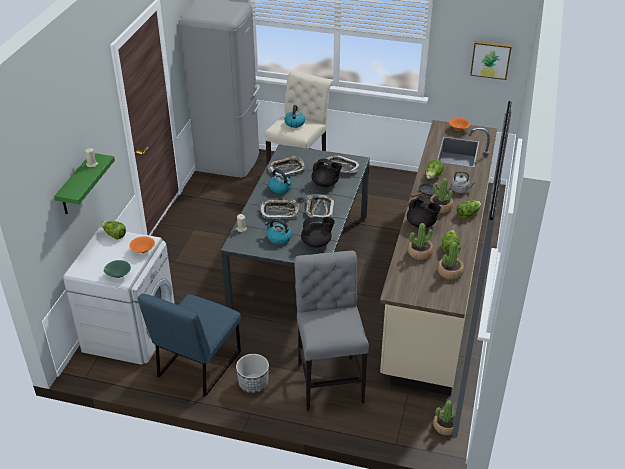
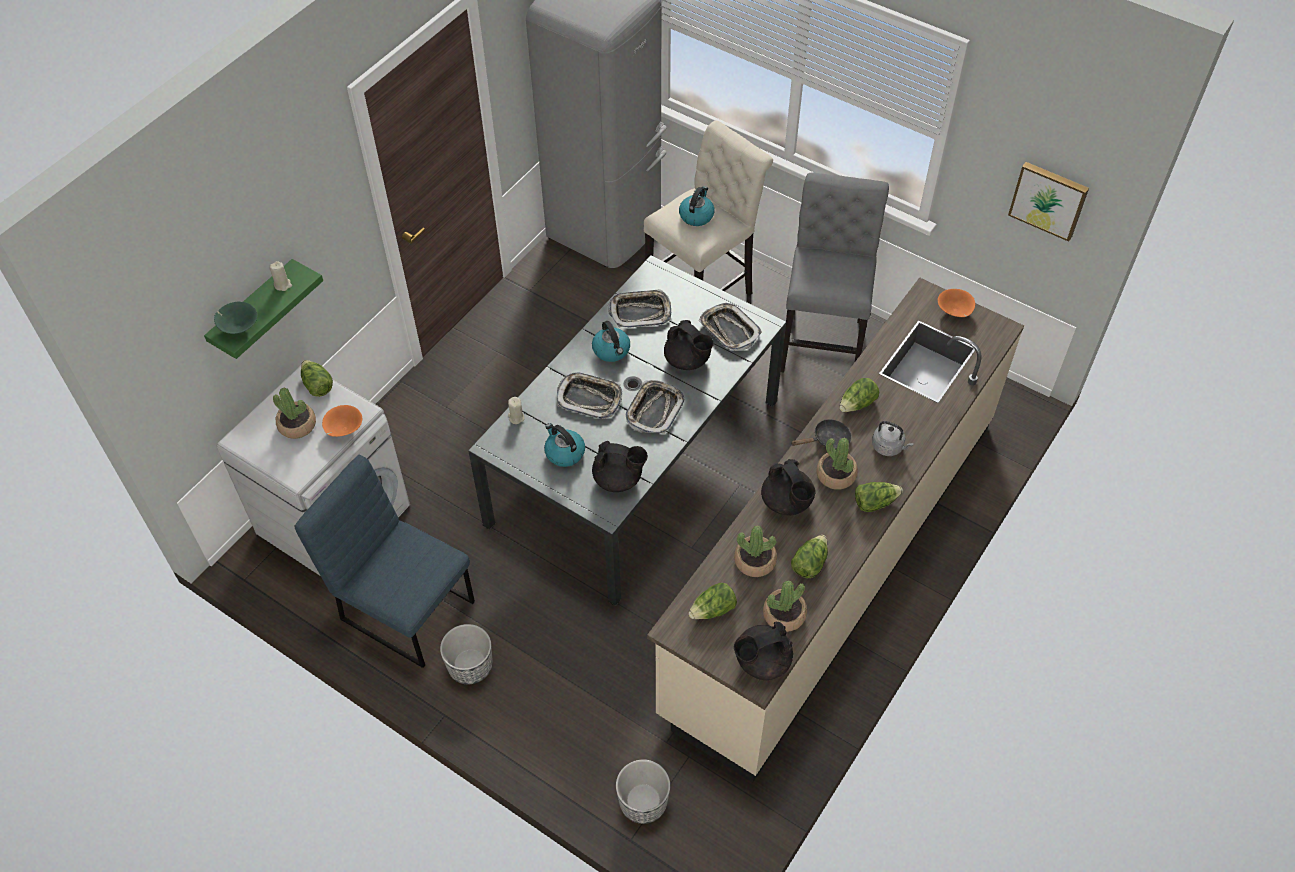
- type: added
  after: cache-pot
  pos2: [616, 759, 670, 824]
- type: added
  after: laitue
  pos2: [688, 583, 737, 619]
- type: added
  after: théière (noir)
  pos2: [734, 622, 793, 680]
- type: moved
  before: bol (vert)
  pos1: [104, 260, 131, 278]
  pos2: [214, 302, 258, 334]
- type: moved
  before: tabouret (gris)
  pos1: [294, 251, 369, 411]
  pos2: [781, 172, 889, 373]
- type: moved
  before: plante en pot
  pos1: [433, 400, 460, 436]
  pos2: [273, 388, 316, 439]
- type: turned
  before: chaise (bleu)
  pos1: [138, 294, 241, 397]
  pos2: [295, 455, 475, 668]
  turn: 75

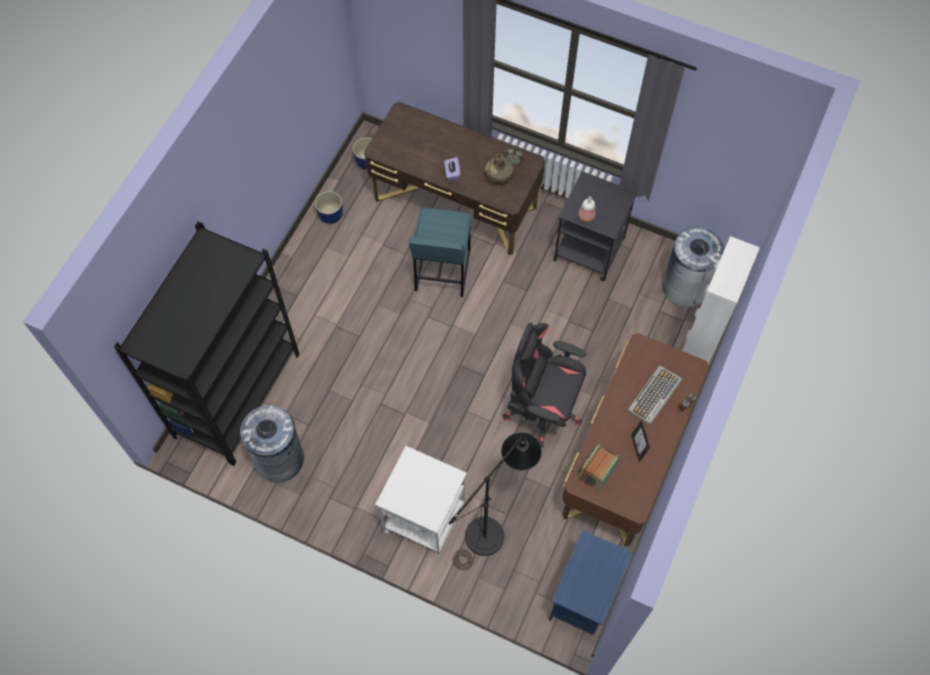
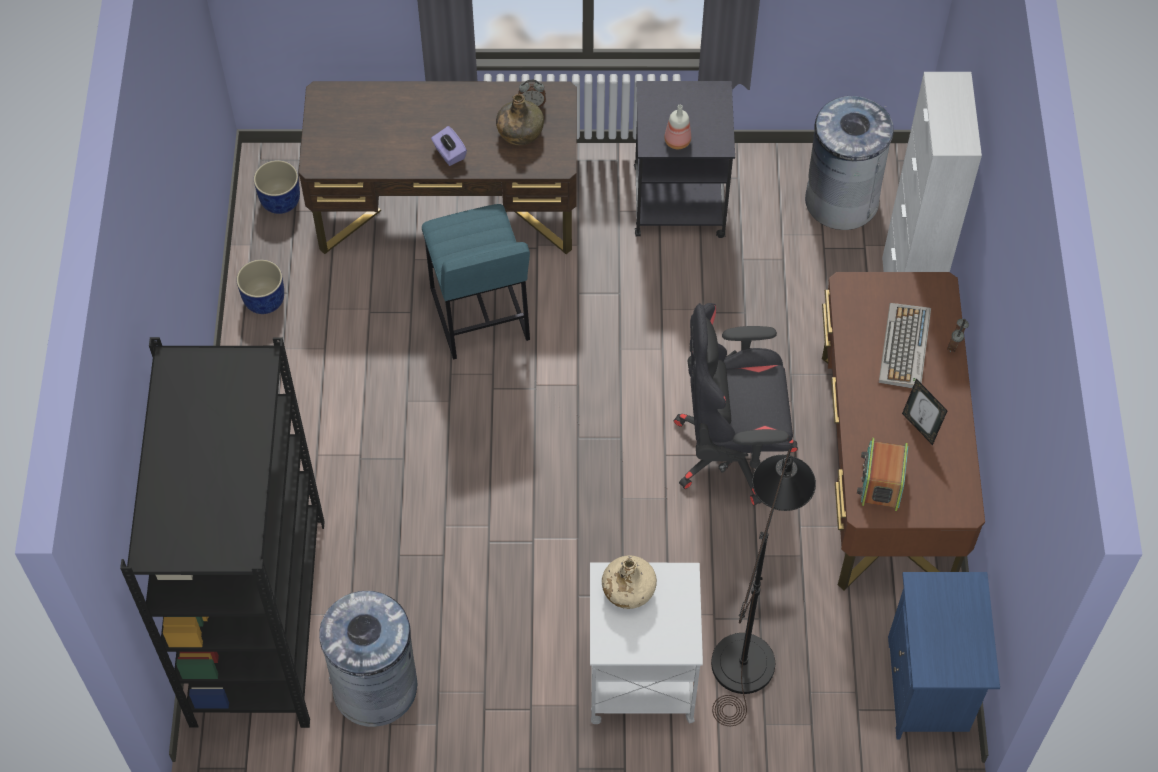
- type: added
  after: bouteille (beige)
  pos2: [602, 555, 657, 609]

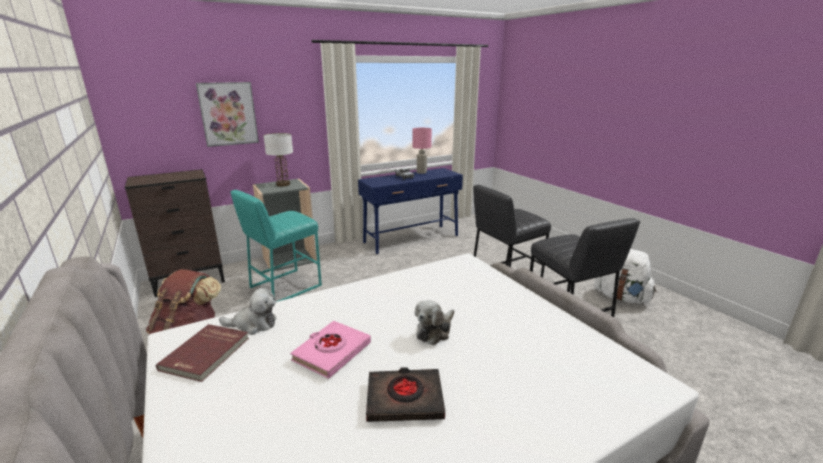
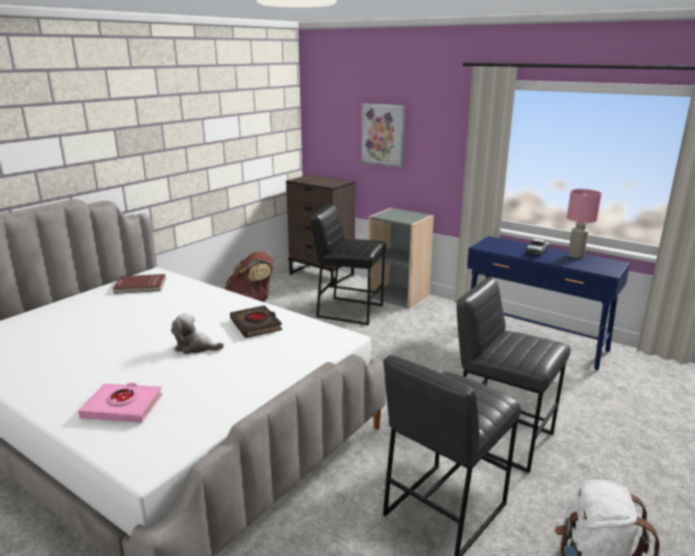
- type: removed
  before: peluche
  pos1: [219, 288, 277, 335]
- type: removed
  before: lampe de table
  pos1: [264, 133, 293, 186]
- type: moved
  before: livre (rose)
  pos1: [290, 321, 371, 379]
  pos2: [78, 383, 163, 423]
- type: moved
  before: livre (noir)
  pos1: [366, 367, 445, 422]
  pos2: [230, 305, 282, 338]
- type: recoloured
  before: tabouret (turquoise)
  after: tabouret (noir)
  pos1: [230, 190, 322, 302]
  pos2: [311, 204, 386, 325]

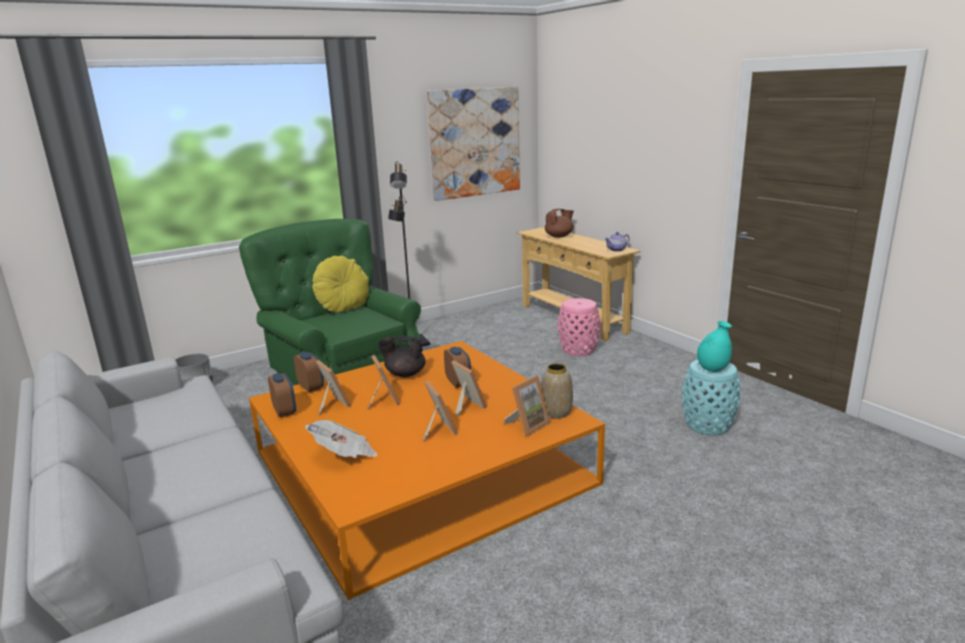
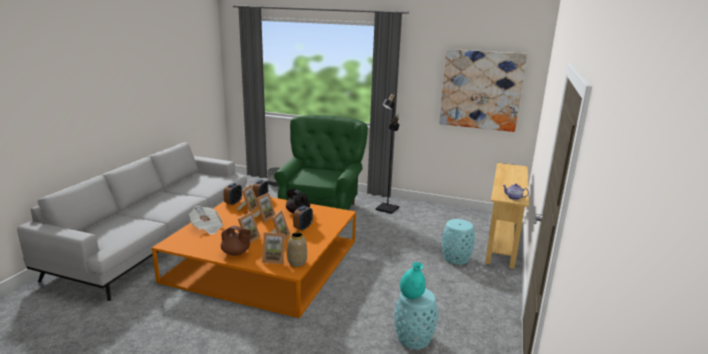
- type: removed
  before: coussin (jaune)
  pos1: [312, 256, 369, 313]
- type: moved
  before: théière (marron)
  pos1: [545, 209, 574, 238]
  pos2: [221, 226, 252, 256]
- type: recoloured
  before: tabouret (rose)
  after: tabouret (turquoise)
  pos1: [558, 298, 600, 356]
  pos2: [442, 219, 475, 265]

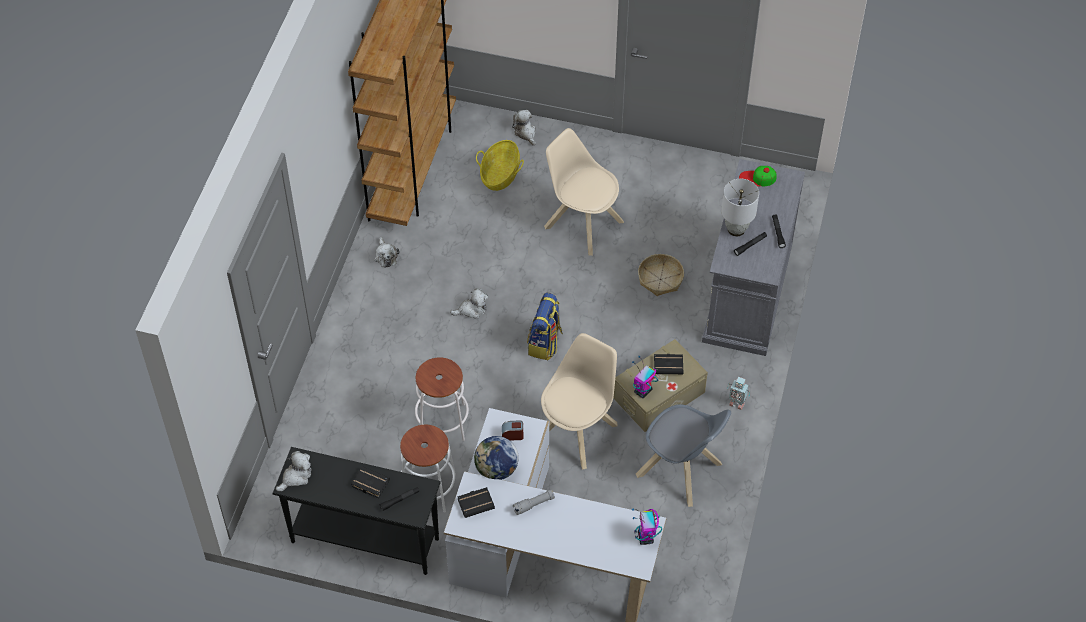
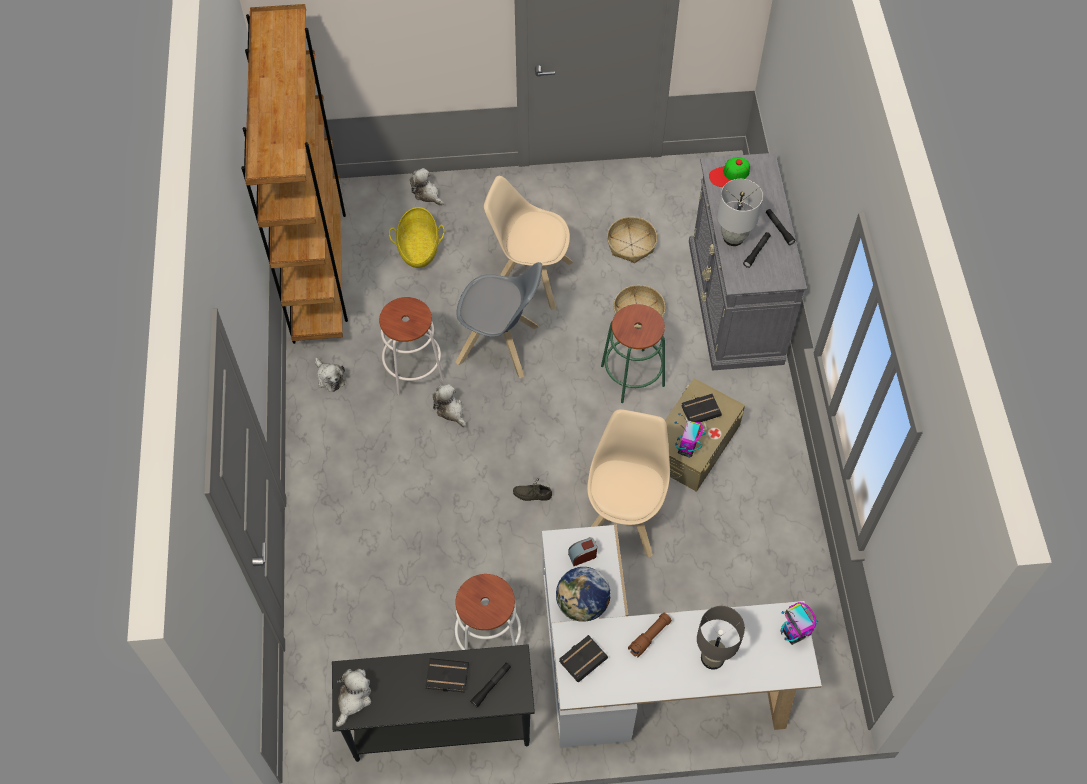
- type: removed
  before: sac à dos
  pos1: [527, 293, 563, 360]
- type: removed
  before: robot jouet
  pos1: [728, 376, 750, 410]
- type: added
  after: chaussure (gris)
  pos2: [513, 478, 552, 501]
- type: added
  after: tabouret (vert)
  pos2: [601, 304, 665, 403]
- type: added
  after: panier
  pos2: [607, 217, 657, 263]
- type: added
  after: lampe de table (gris)
  pos2: [697, 606, 745, 670]
- type: moved
  before: tabouret (blanc)
  pos1: [415, 357, 469, 441]
  pos2: [379, 297, 444, 395]
- type: moved
  before: chaise (gris)
  pos1: [636, 404, 731, 507]
  pos2: [455, 262, 542, 378]
- type: recoloured
  before: lampe de poche (gris)
  after: lampe de poche (marron)
  pos1: [513, 490, 555, 515]
  pos2: [628, 613, 672, 657]
- type: turned
  before: peluche
  pos1: [450, 288, 488, 319]
  pos2: [433, 384, 466, 427]
  turn: -90

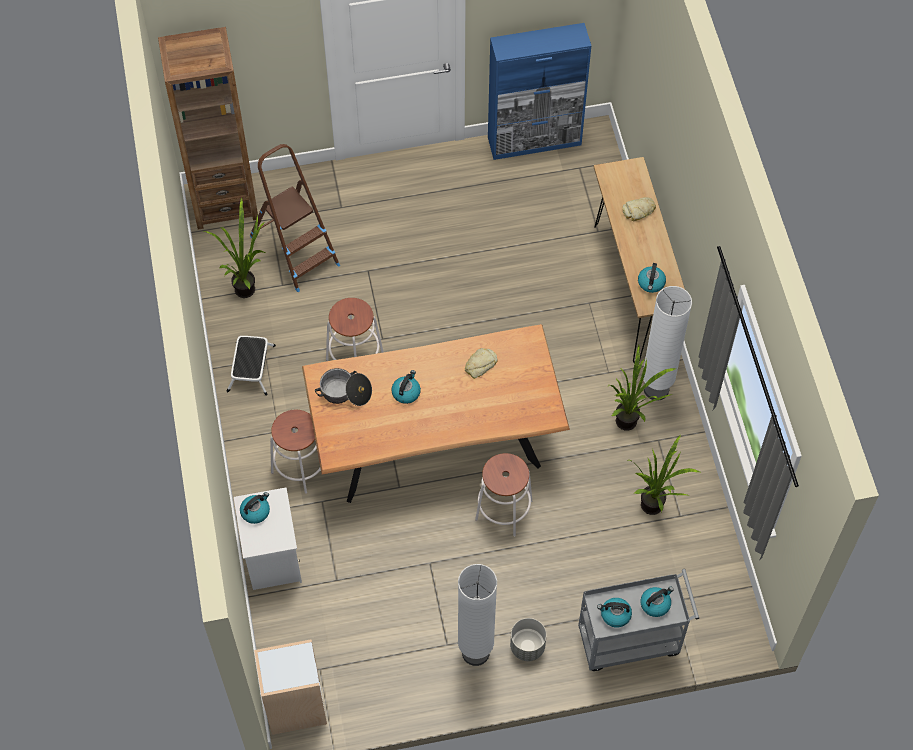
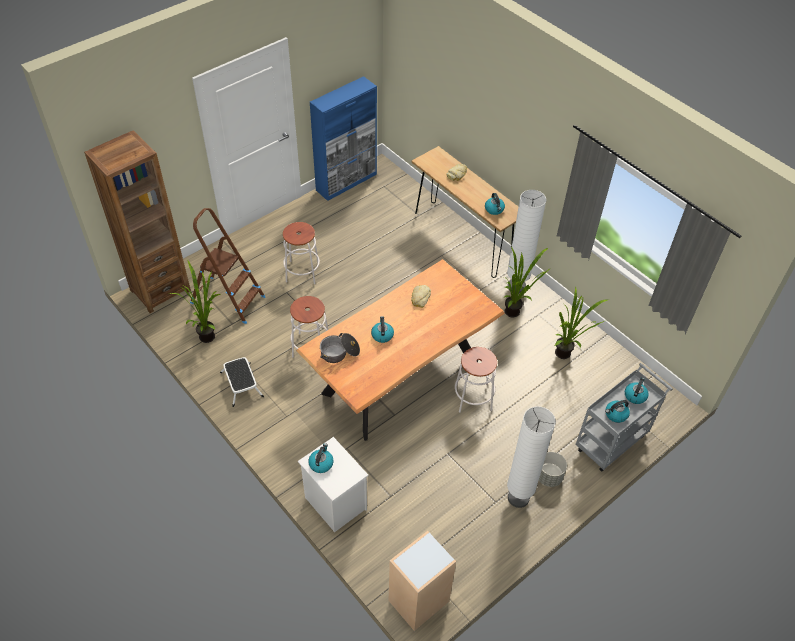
- type: moved
  before: tabouret (blanc)
  pos1: [270, 410, 321, 494]
  pos2: [283, 222, 320, 284]

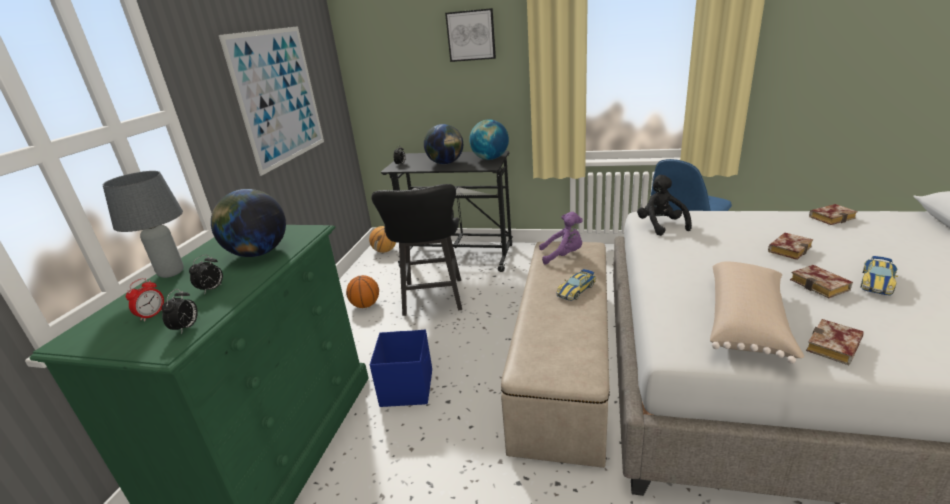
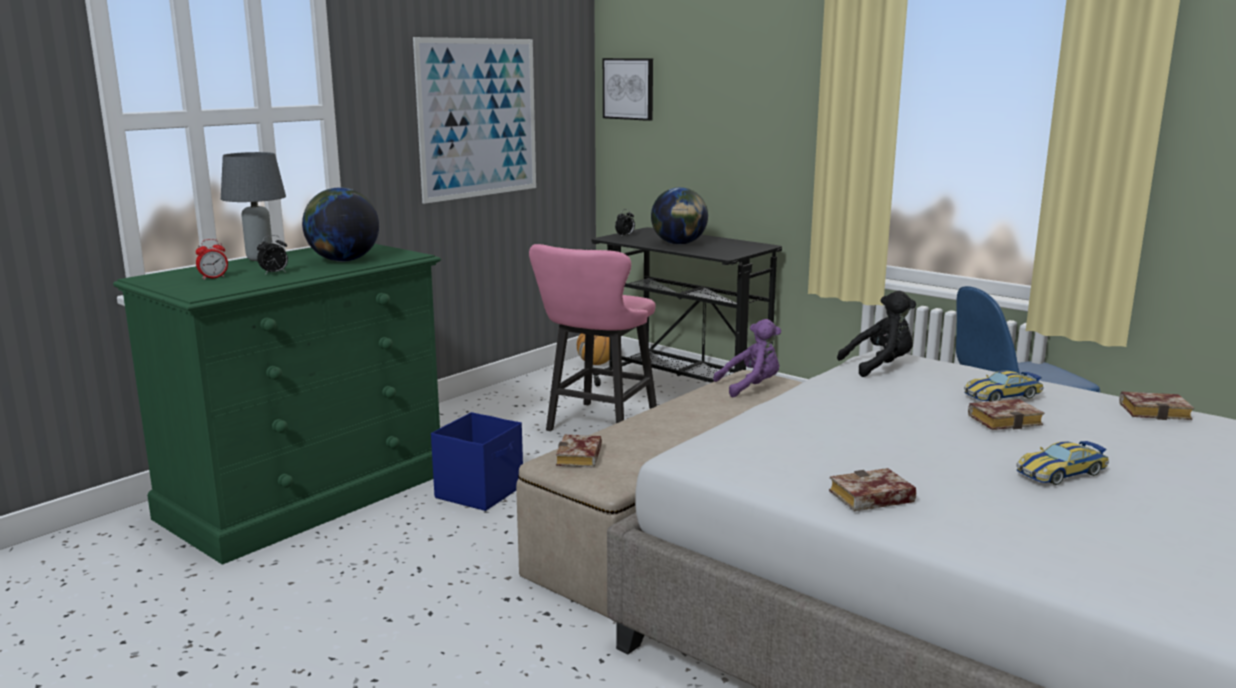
- type: removed
  before: réveil
  pos1: [162, 289, 198, 334]
- type: removed
  before: ballon de basket
  pos1: [346, 275, 379, 308]
- type: removed
  before: globe
  pos1: [469, 119, 509, 160]
- type: removed
  before: coussin (beige)
  pos1: [710, 261, 804, 364]
- type: moved
  before: tableau
  pos1: [445, 8, 496, 62]
  pos2: [603, 58, 653, 121]
- type: moved
  before: petite voiture
  pos1: [556, 269, 596, 301]
  pos2: [964, 370, 1044, 401]
- type: moved
  before: livre
  pos1: [790, 265, 853, 299]
  pos2: [556, 435, 602, 468]
- type: recoloured
  before: tabouret (noir)
  after: tabouret (rose)
  pos1: [372, 184, 462, 316]
  pos2: [529, 244, 657, 431]
- type: turned
  before: peluche (violet)
  pos1: [539, 212, 583, 264]
  pos2: [713, 319, 781, 397]
  turn: -45
- type: turned
  before: peluche (noir)
  pos1: [637, 175, 692, 236]
  pos2: [837, 291, 916, 377]
  turn: 60

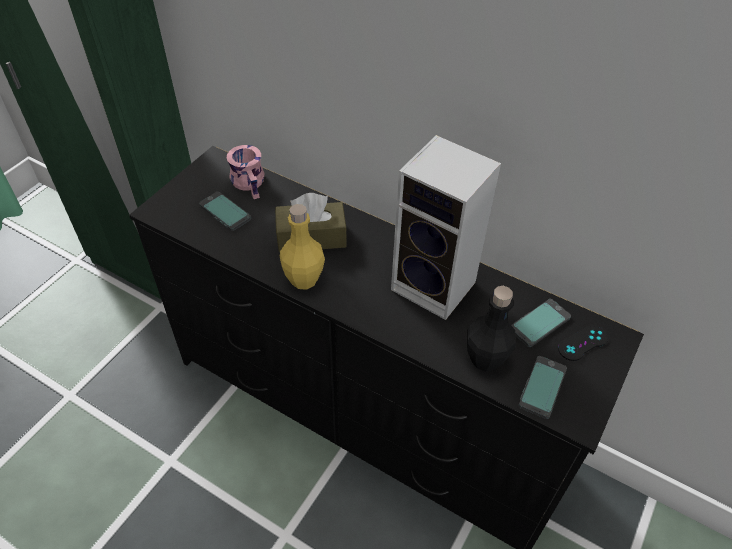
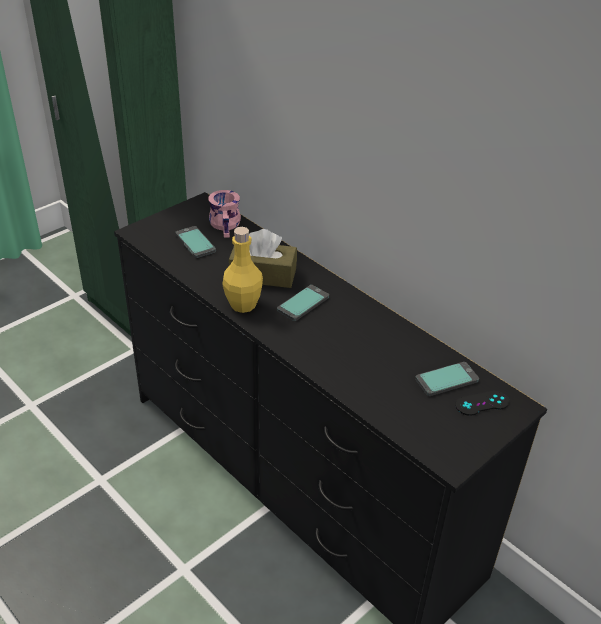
- type: removed
  before: enceinte
  pos1: [391, 135, 501, 320]
- type: removed
  before: bouteille (noir)
  pos1: [467, 286, 516, 372]
- type: moved
  before: téléphone
  pos1: [519, 356, 567, 419]
  pos2: [277, 285, 329, 321]

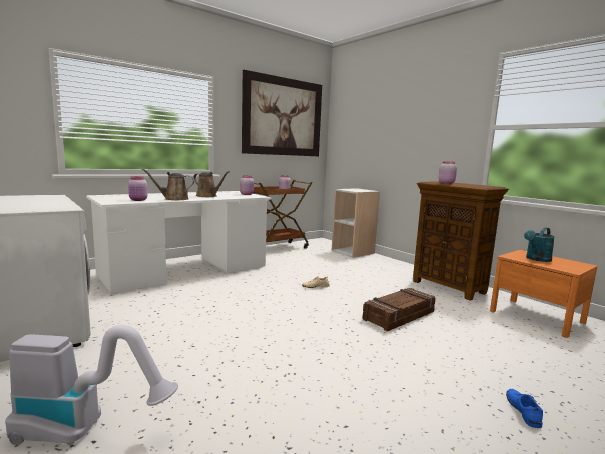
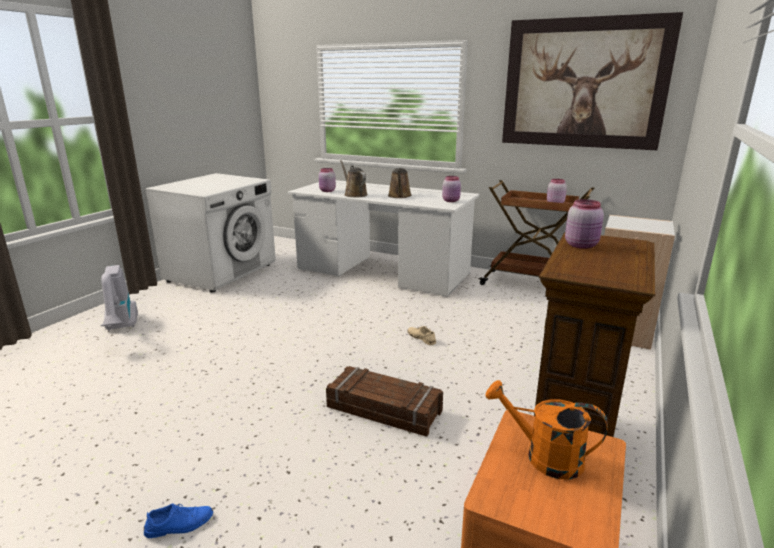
- type: recoloured
  before: arrosoir (turquoise)
  after: arrosoir (orange)
  pos1: [524, 227, 555, 262]
  pos2: [485, 380, 608, 480]

